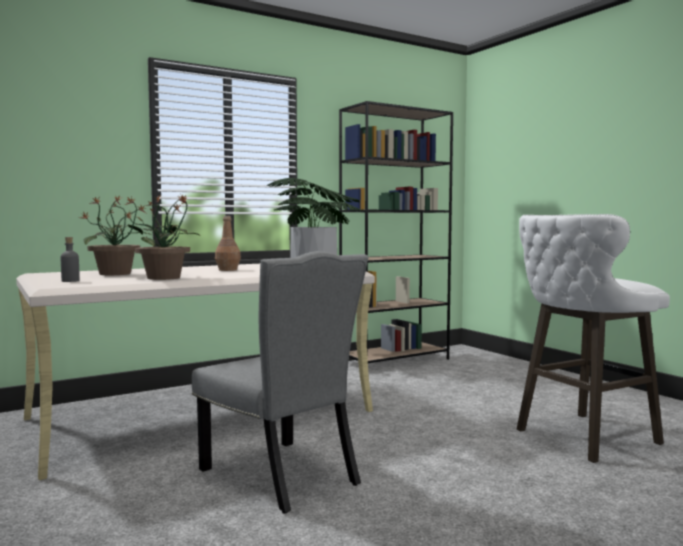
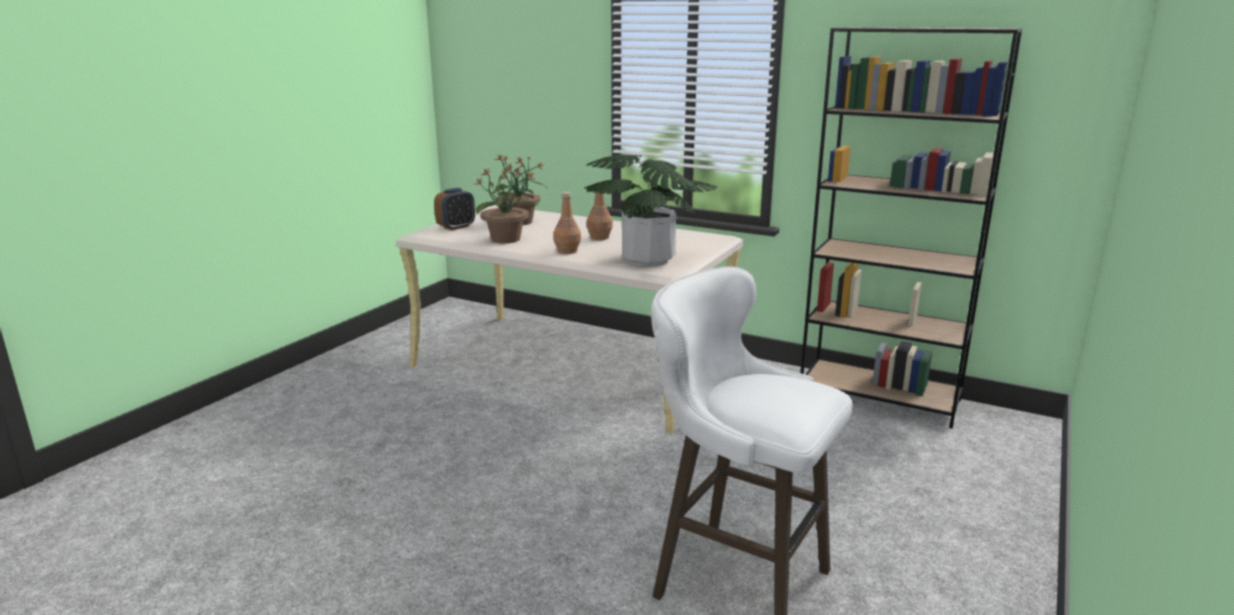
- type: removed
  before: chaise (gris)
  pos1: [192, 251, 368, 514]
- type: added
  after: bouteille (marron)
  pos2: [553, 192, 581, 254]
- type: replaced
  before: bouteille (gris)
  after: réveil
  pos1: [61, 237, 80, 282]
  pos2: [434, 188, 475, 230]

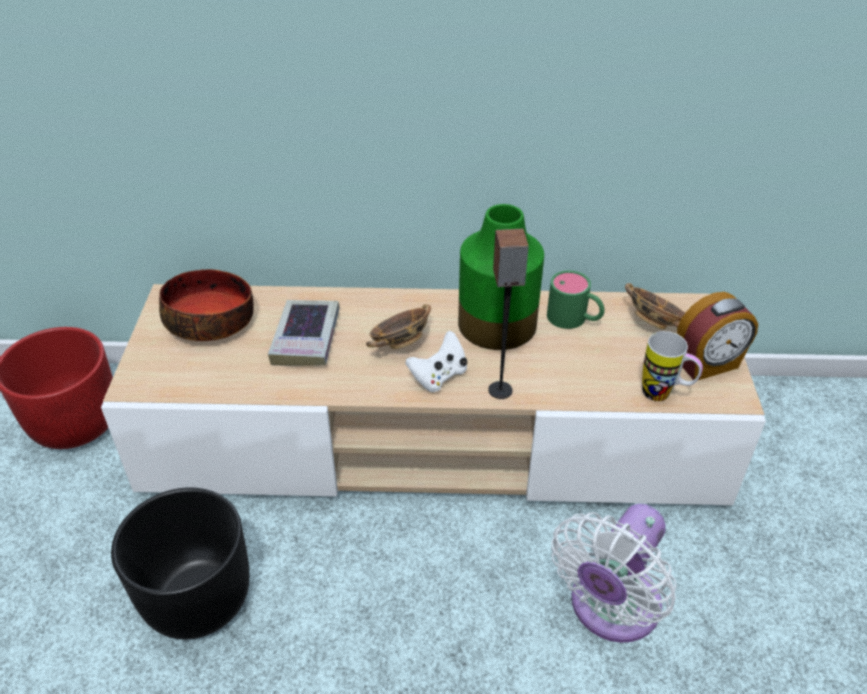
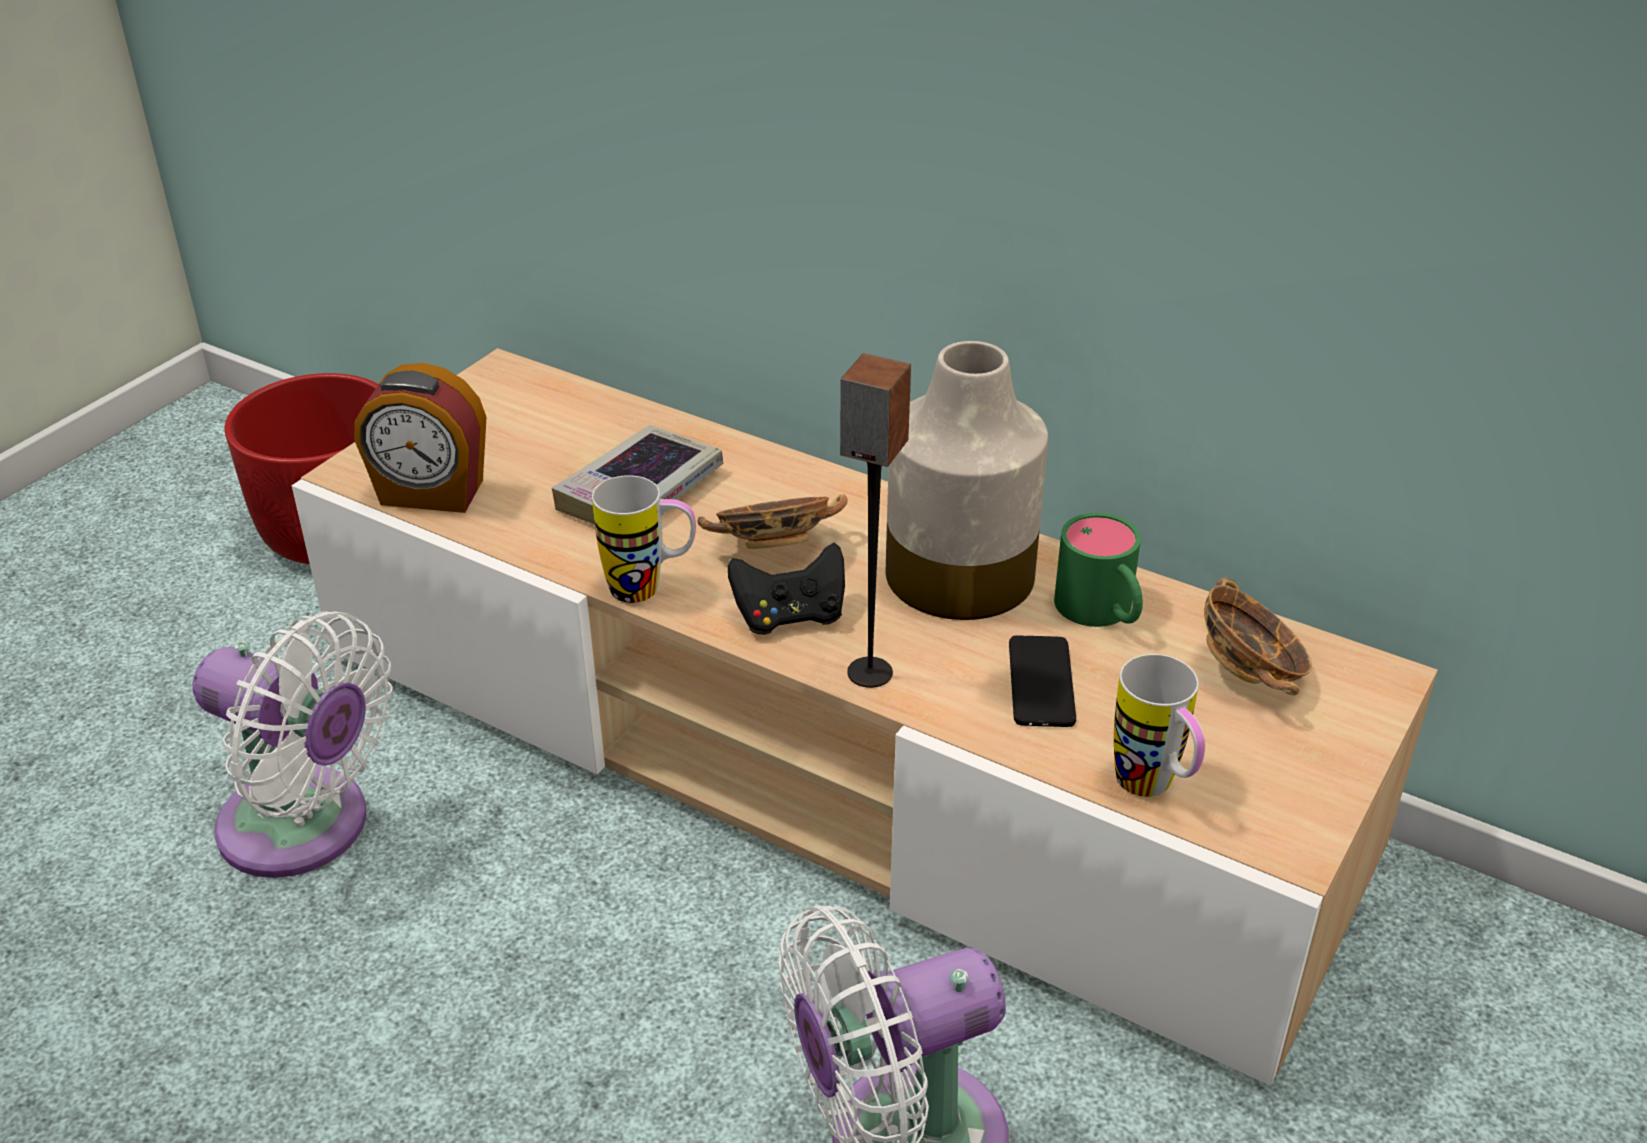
- type: removed
  before: bol
  pos1: [159, 269, 254, 341]
- type: added
  after: mug
  pos2: [592, 475, 696, 603]
- type: added
  after: téléphone
  pos2: [1009, 636, 1076, 727]
- type: moved
  before: réveil
  pos1: [677, 292, 758, 380]
  pos2: [354, 363, 487, 513]
- type: replaced
  before: cache-pot (noir)
  after: ventilateur (blanc)
  pos1: [111, 488, 250, 639]
  pos2: [193, 611, 393, 878]
- type: recoloured
  before: manette (blanc)
  after: manette (noir)
  pos1: [405, 331, 467, 392]
  pos2: [728, 542, 845, 635]
- type: recoloured
  before: vase (vert)
  after: vase (beige)
  pos1: [458, 204, 544, 350]
  pos2: [886, 341, 1048, 620]

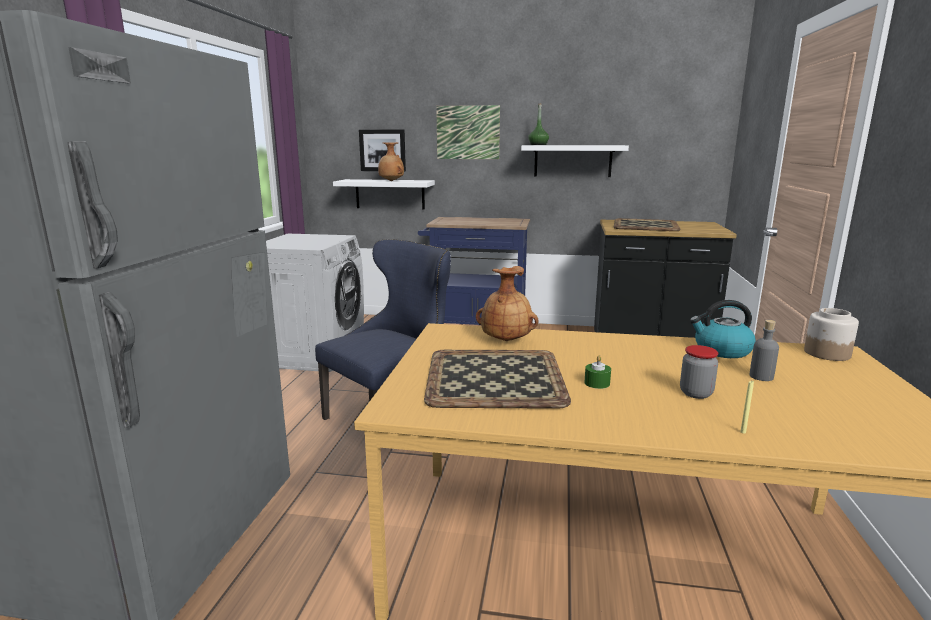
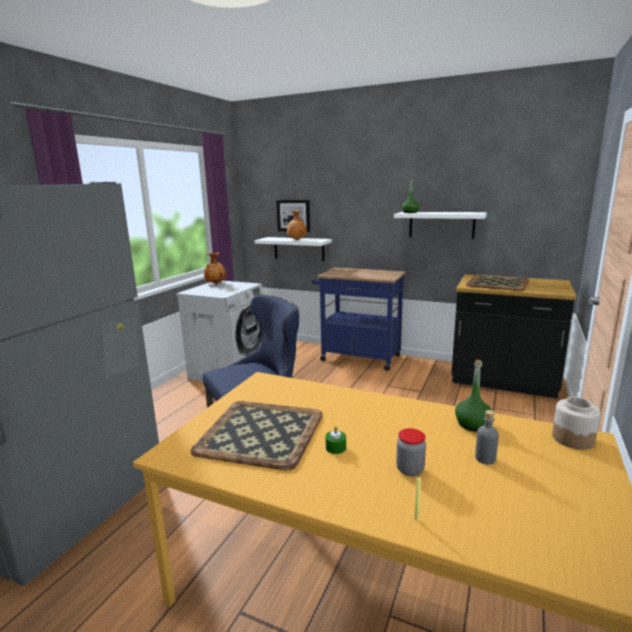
- type: removed
  before: tableau
  pos1: [436, 105, 500, 159]
- type: moved
  before: vase (marron)
  pos1: [476, 266, 539, 341]
  pos2: [204, 253, 226, 284]
- type: replaced
  before: bouilloire
  after: bouteille (vert)
  pos1: [690, 300, 756, 358]
  pos2: [455, 360, 492, 431]

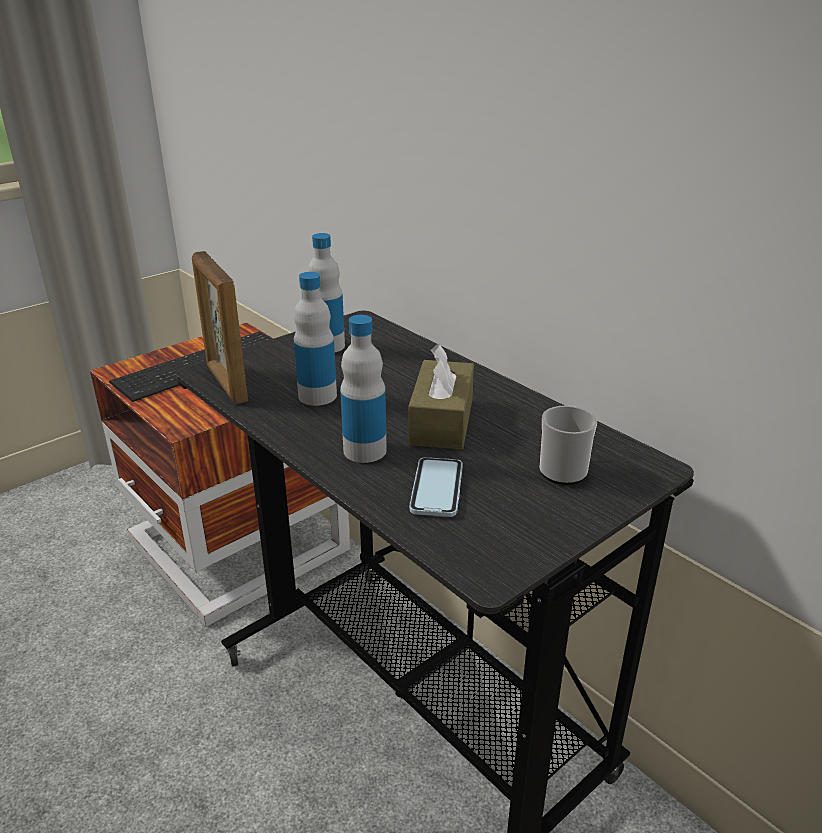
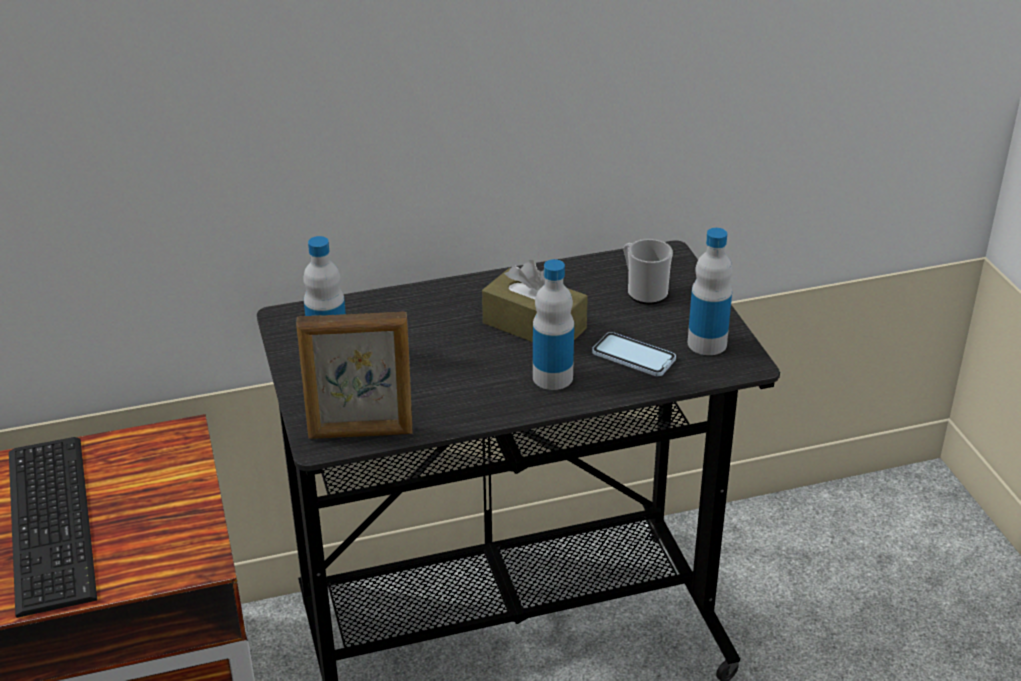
- type: moved
  before: bouteille
  pos1: [294, 272, 337, 406]
  pos2: [688, 228, 732, 355]

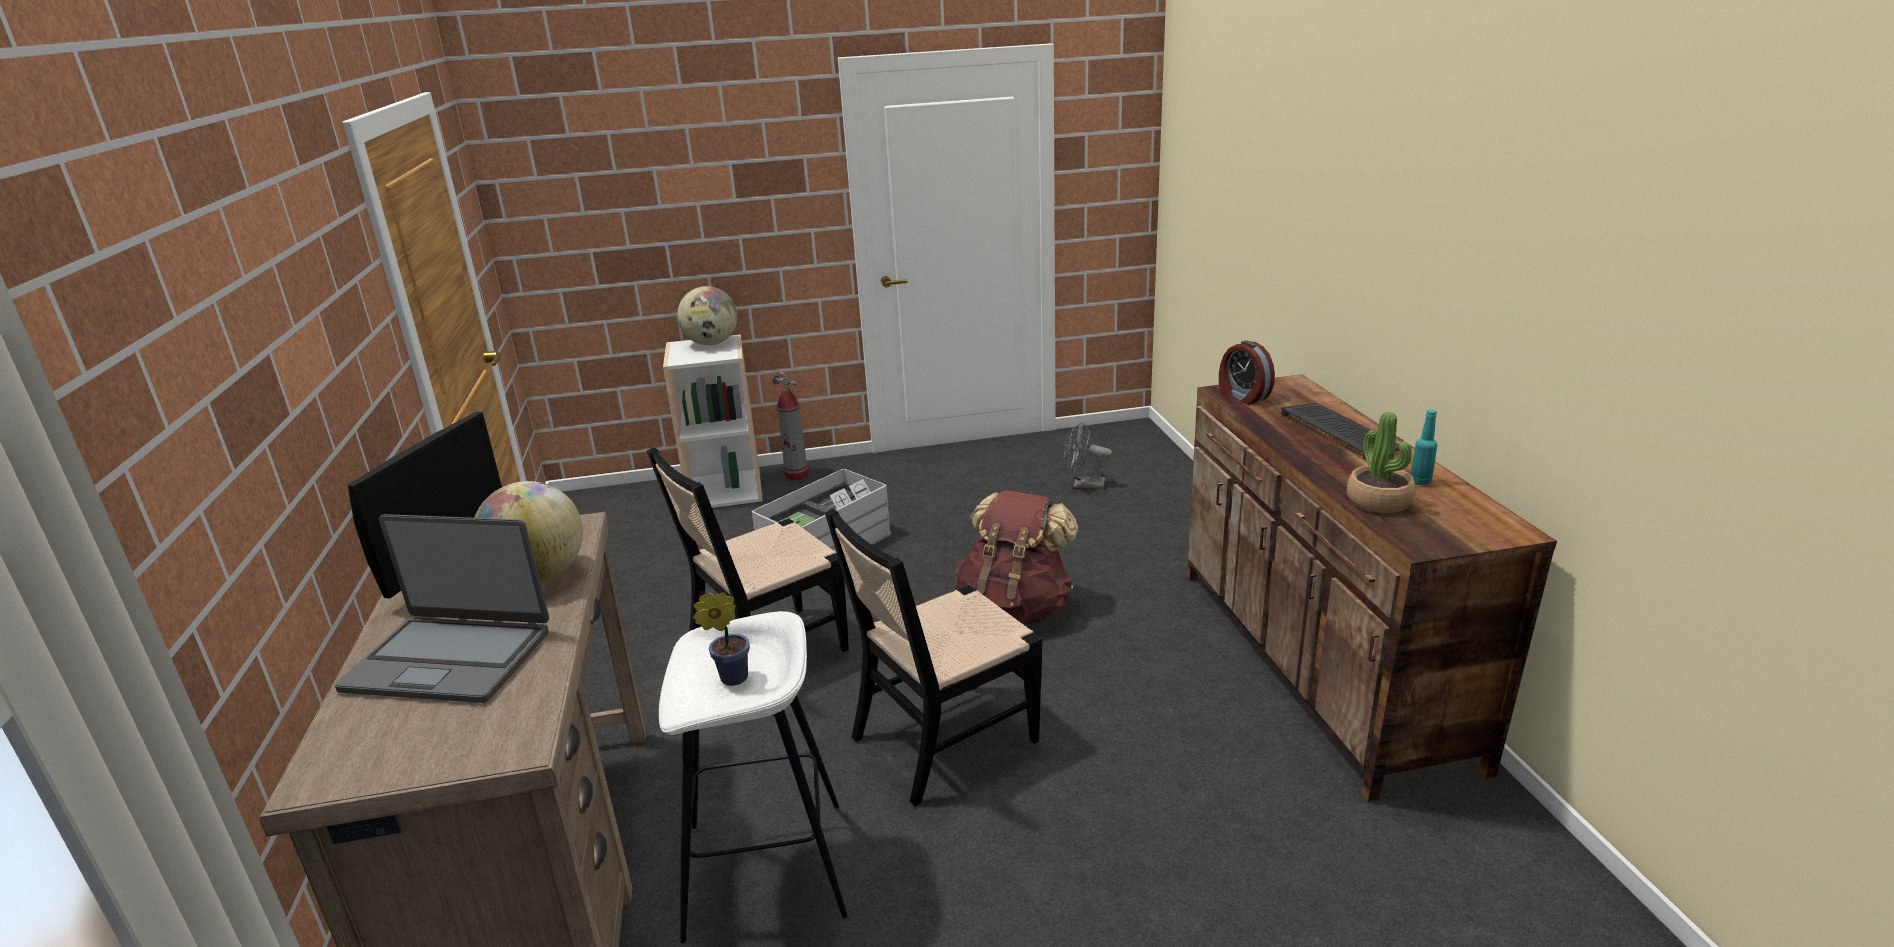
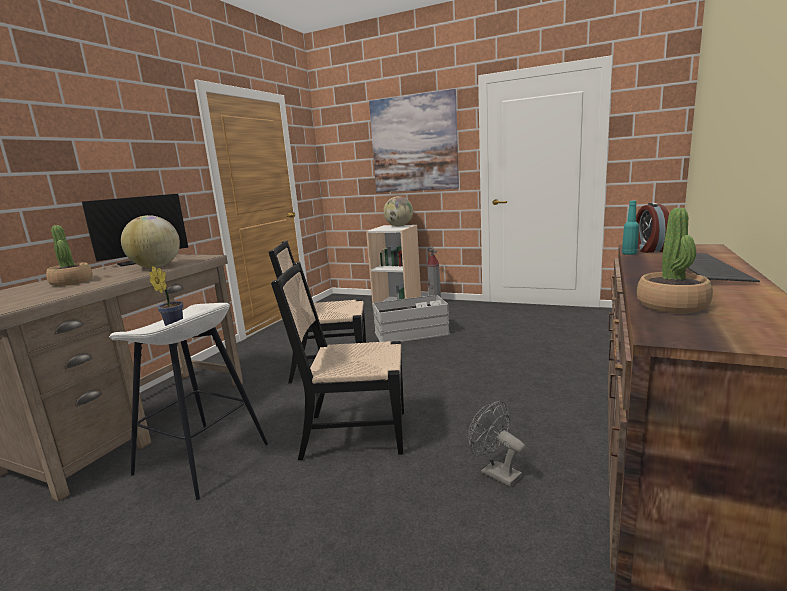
- type: removed
  before: sac à dos (marron)
  pos1: [955, 490, 1078, 625]
- type: added
  after: tableau
  pos2: [369, 89, 459, 193]
- type: moved
  before: ventilateur (gris)
  pos1: [1064, 422, 1112, 489]
  pos2: [468, 401, 525, 487]
- type: moved
  before: bouteille (turquoise)
  pos1: [1410, 409, 1437, 485]
  pos2: [622, 201, 639, 255]
- type: replaced
  before: ordinateur portable
  after: plante en pot
  pos1: [335, 514, 549, 703]
  pos2: [46, 225, 93, 286]

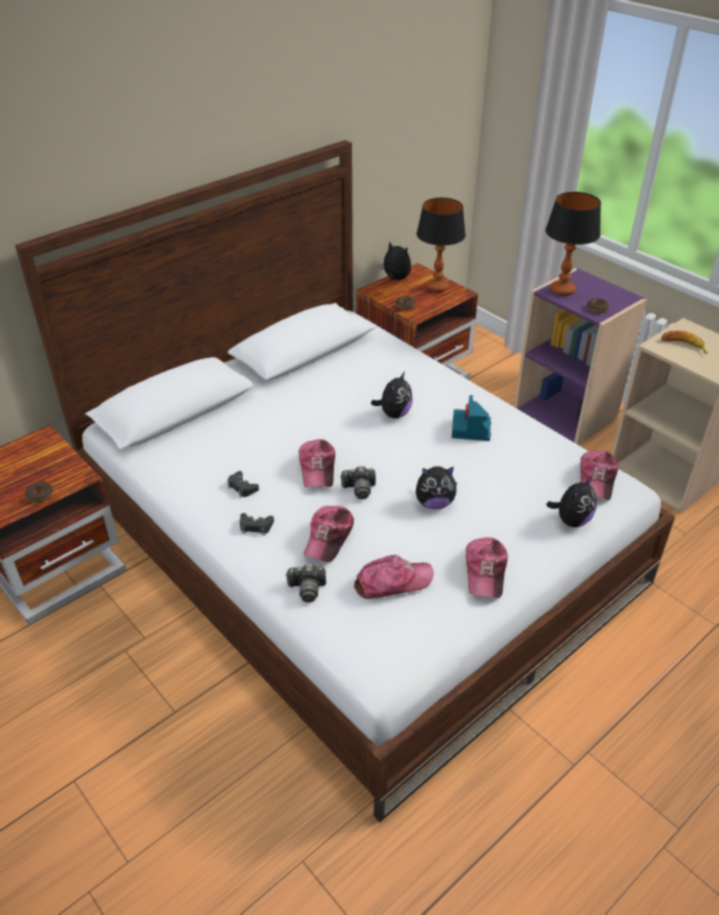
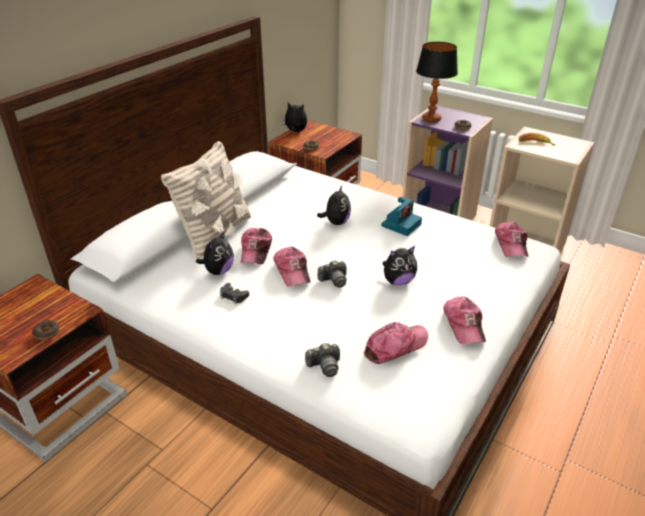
- type: removed
  before: manette (noir)
  pos1: [240, 513, 274, 536]
- type: removed
  before: lampe de table
  pos1: [416, 198, 466, 292]
- type: added
  after: coussin (beige)
  pos2: [161, 141, 251, 258]
- type: moved
  before: casquette
  pos1: [303, 506, 354, 562]
  pos2: [240, 228, 272, 264]
- type: moved
  before: peluche
  pos1: [546, 476, 597, 527]
  pos2: [196, 232, 234, 275]
- type: turned
  before: appareil photo
  pos1: [452, 395, 491, 441]
  pos2: [381, 197, 422, 236]
  turn: -135

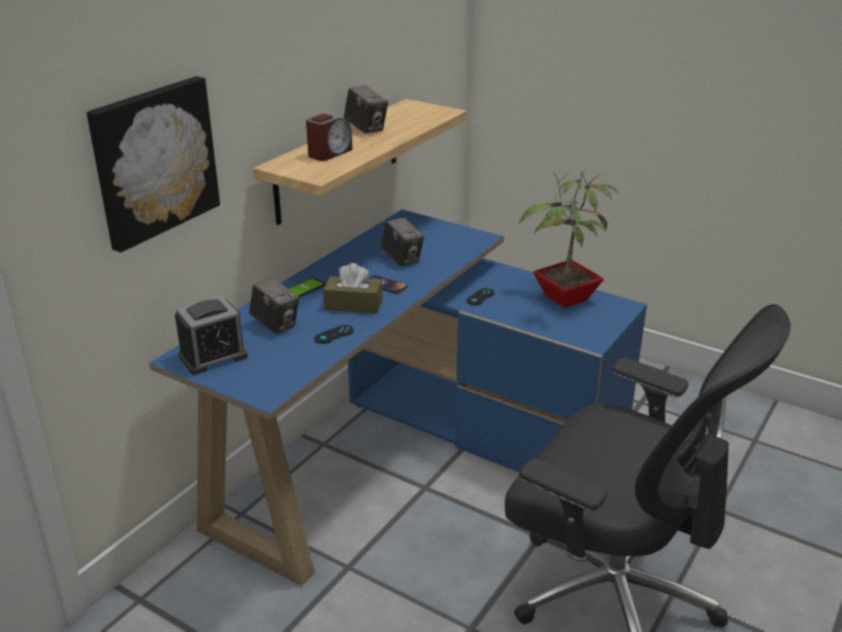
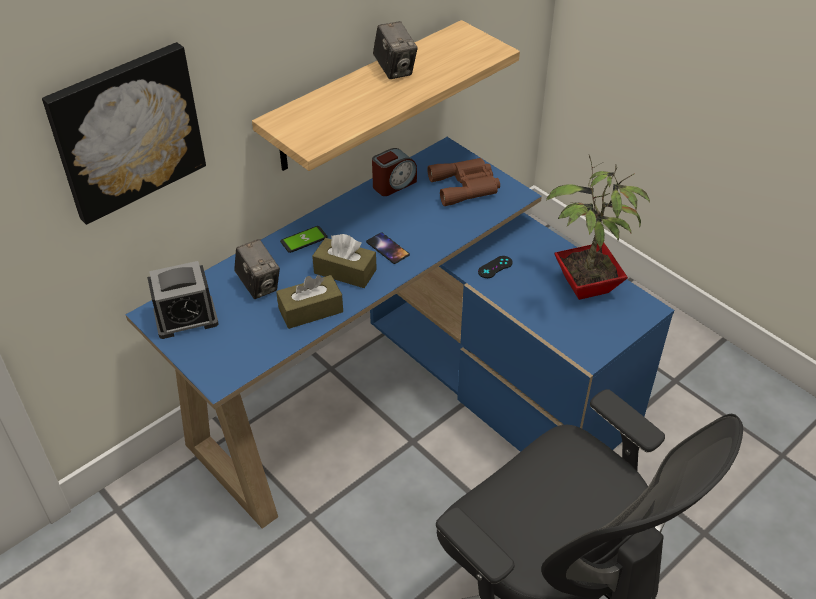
- type: removed
  before: appareil photo
  pos1: [381, 217, 424, 266]
- type: added
  after: jumelles (marron)
  pos2: [427, 158, 500, 206]
- type: moved
  before: réveil
  pos1: [306, 114, 352, 161]
  pos2: [372, 148, 417, 196]
- type: replaced
  before: manette (noir)
  after: boîte à mouchoirs (marron)
  pos1: [314, 325, 354, 344]
  pos2: [276, 275, 343, 329]

